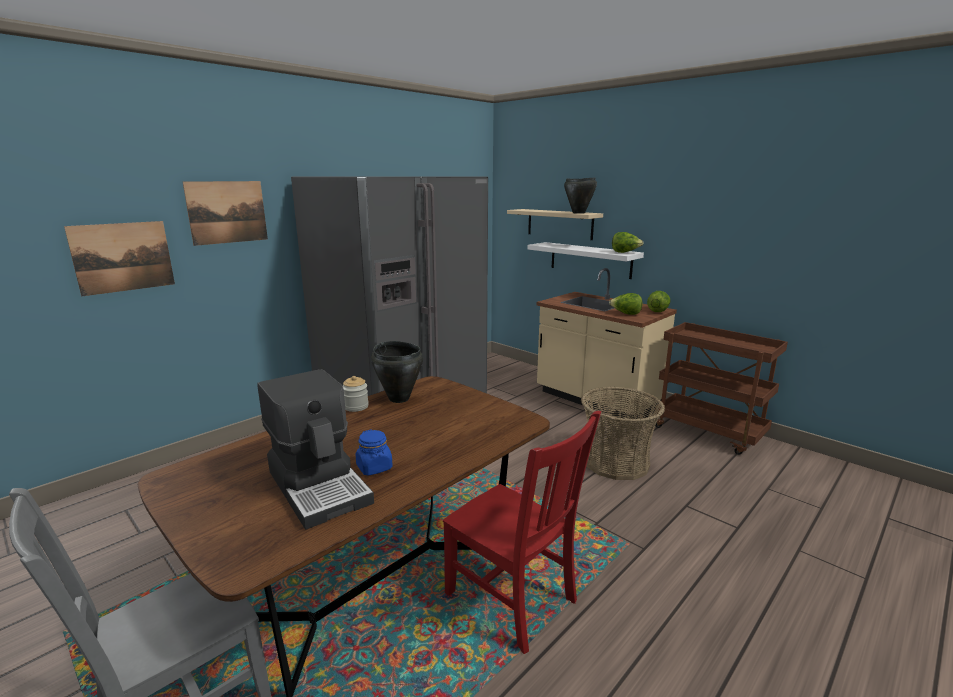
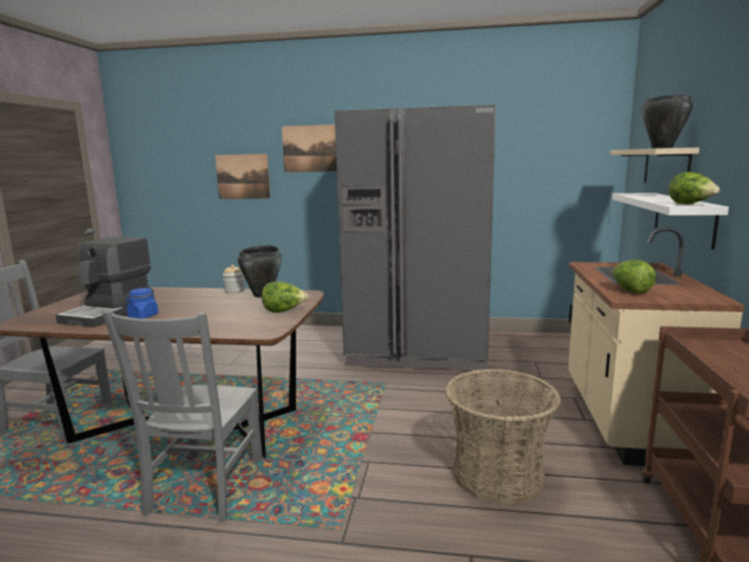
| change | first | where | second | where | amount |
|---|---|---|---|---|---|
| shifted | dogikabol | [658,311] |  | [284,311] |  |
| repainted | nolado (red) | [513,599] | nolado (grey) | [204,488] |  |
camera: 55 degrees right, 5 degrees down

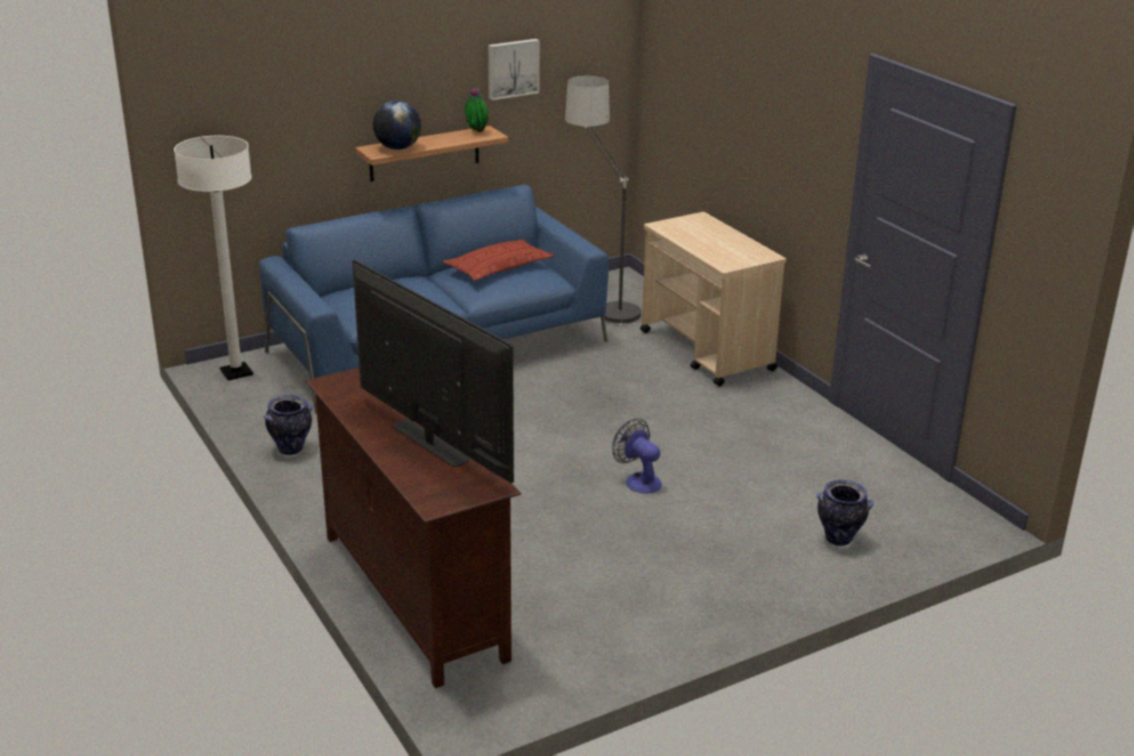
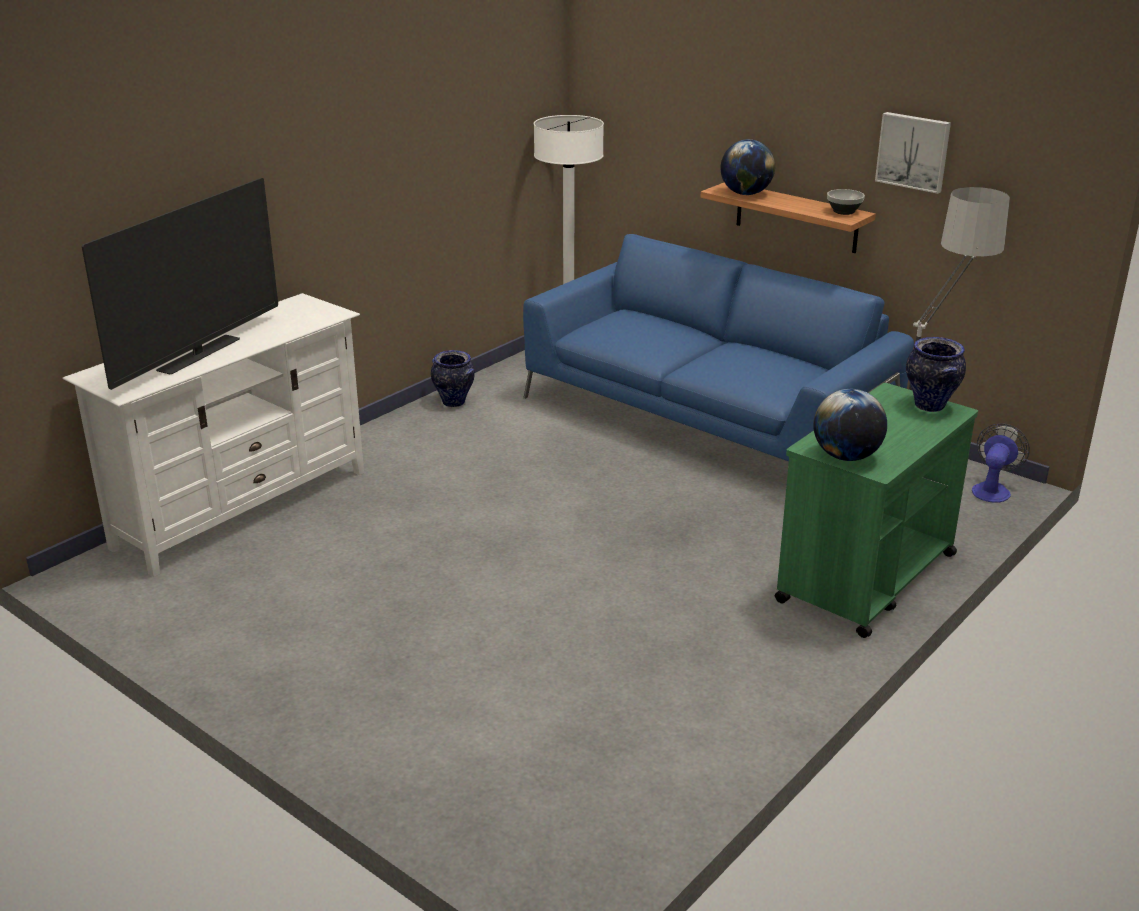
| change | first | where | second | where | amount |
|---|---|---|---|---|---|
| gone | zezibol | [499,267] |  |  |  |
| new |  |  | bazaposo | [846,456] |  |
| shifted | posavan | [638,480] |  | [992,489] |  |
| shifted | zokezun | [839,539] |  | [930,406] |  |
| swapped | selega | [476,132] | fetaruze | [843,211] |  |
| repainted | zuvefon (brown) | [412,596] | zuvefon (white) | [242,508] |  |
| repainted | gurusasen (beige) | [707,351] | gurusasen (green) | [865,578] |  |
camera: 70 degrees right, 0 degrees up

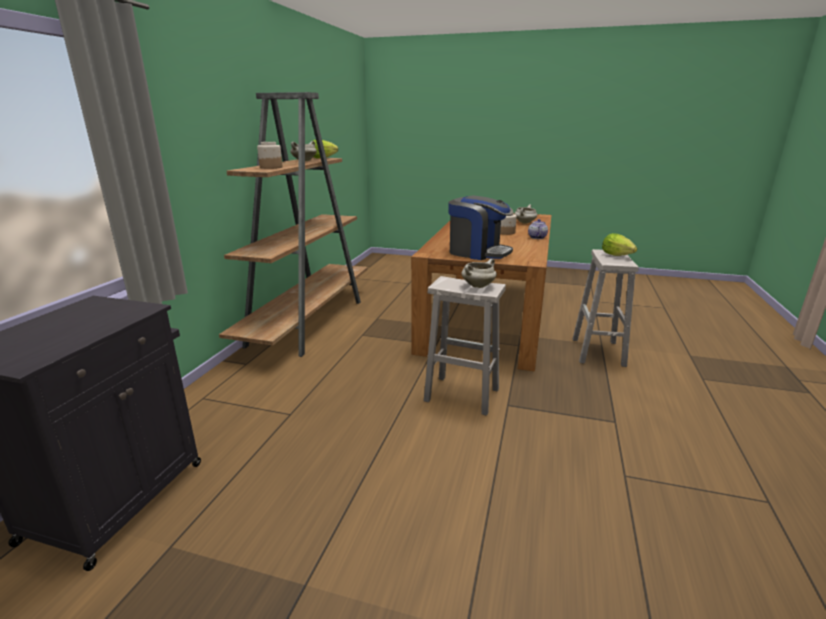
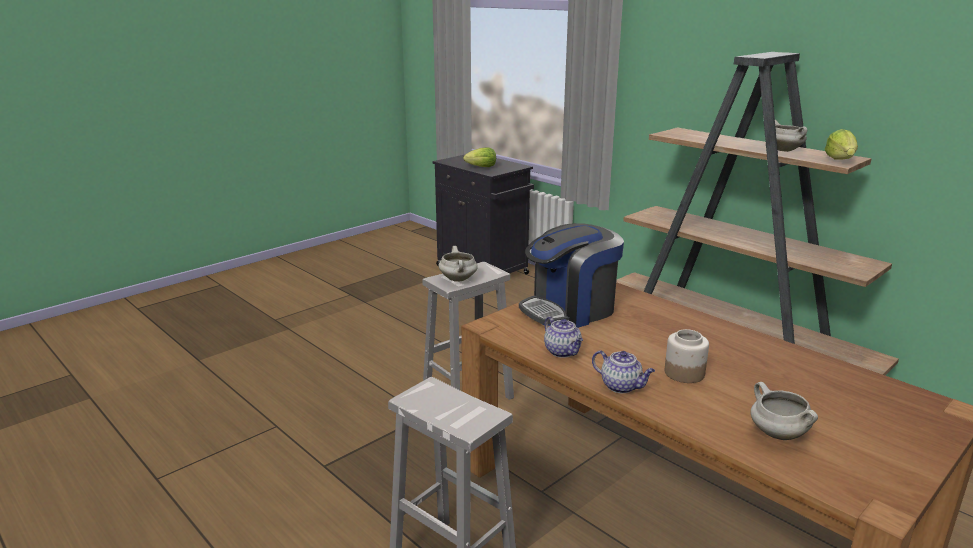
| change | first | where | second | where | amount |
|---|---|---|---|---|---|
| gone | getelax | [271,167] |  |  |  |
| new |  |  | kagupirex | [563,352] |  |
| shifted | dogikabol | [616,255] |  | [482,167] |  |
camera: 120 degrees right, 0 degrees up

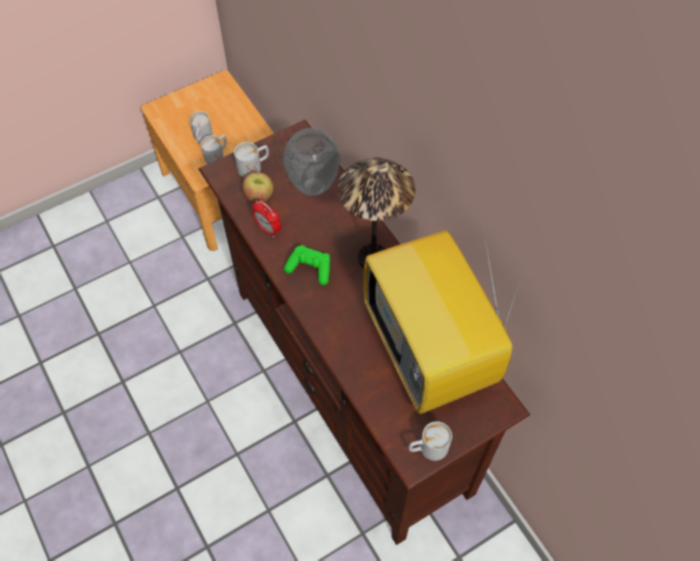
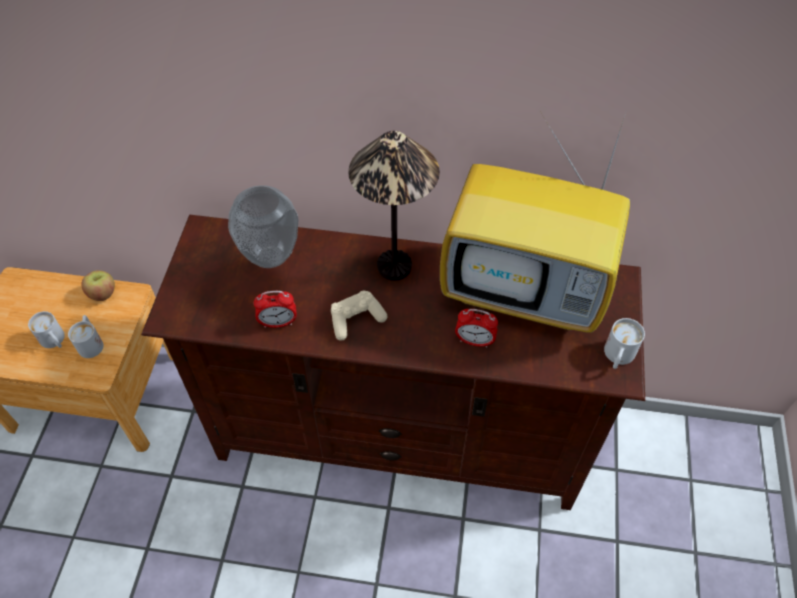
| change | first | where | second | where | amount |
|---|---|---|---|---|---|
| gone | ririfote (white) | [254,166] |  |  |  |
| new |  |  | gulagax | [474,341] |  |
| shifted | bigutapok | [259,196] |  | [103,294] |  |
| repainted | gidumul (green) | [310,268] | gidumul (beige) | [356,319] |  |
camera: 50 degrees left, 5 degrees down

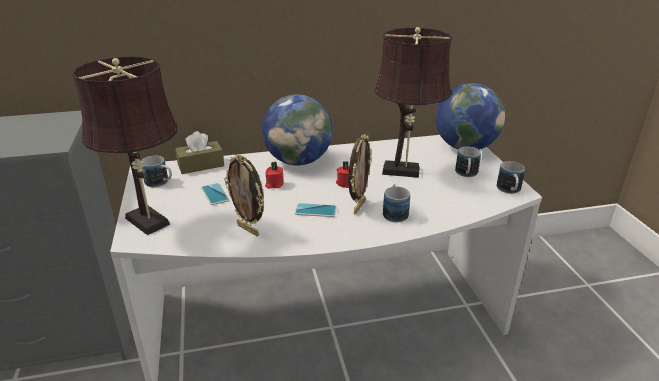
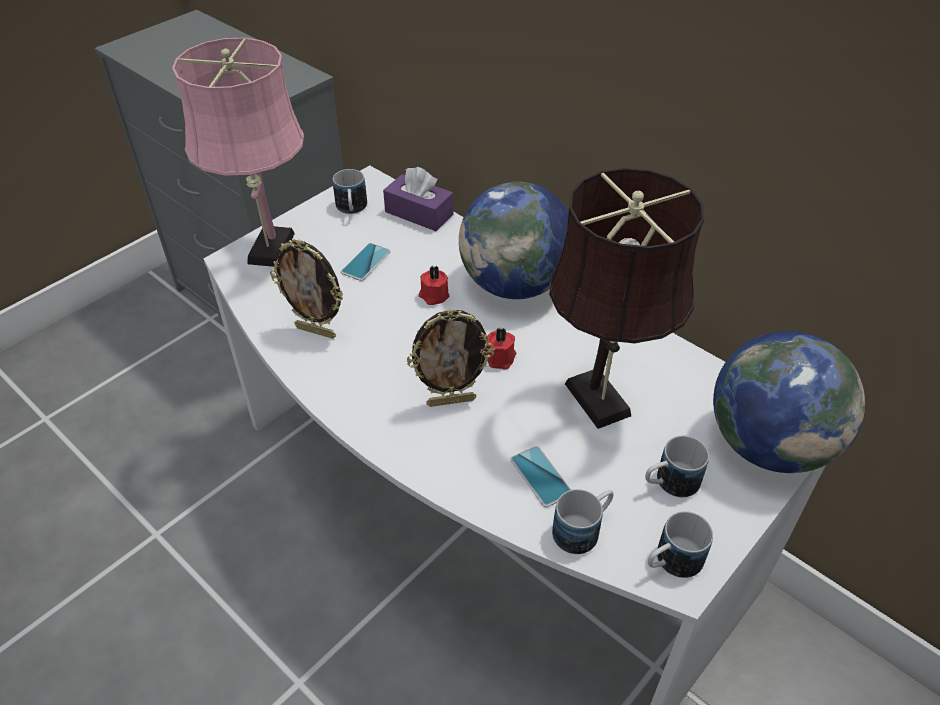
| change | first | where | second | where | amount |
|---|---|---|---|---|---|
| shifted | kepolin | [315,210] |  | [541,476] |  |
| shifted | ririfote | [394,212] |  | [583,529] |  |
| repainted | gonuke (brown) | [150,223] | gonuke (pink) | [269,252] |  |
| repainted | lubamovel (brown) | [201,165] | lubamovel (purple) | [419,213] |  |
| rotated | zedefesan | [249,229] |  | [316,331] | 75 degrees counterclockwise |
camera: 55 degrees right, 15 degrees up

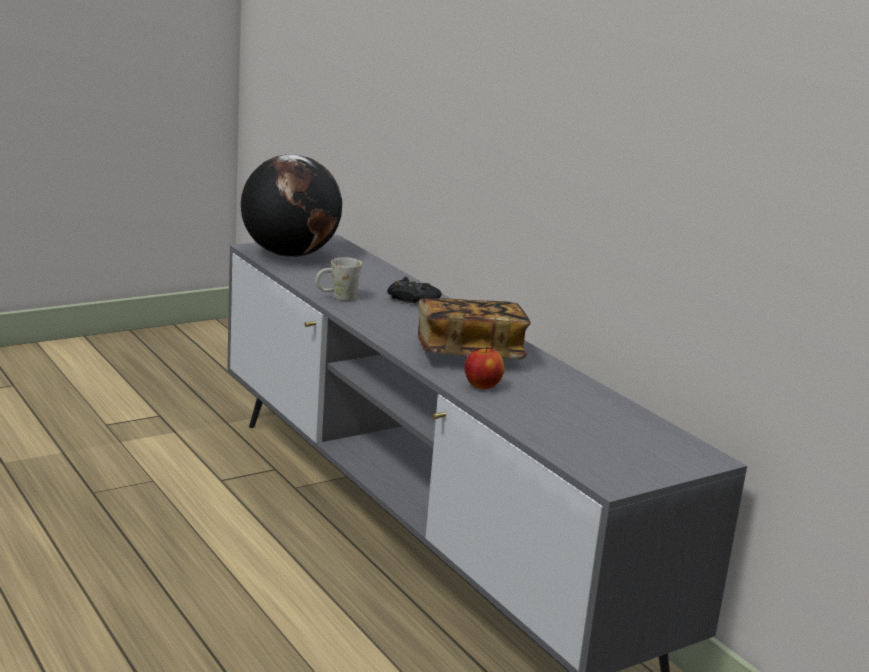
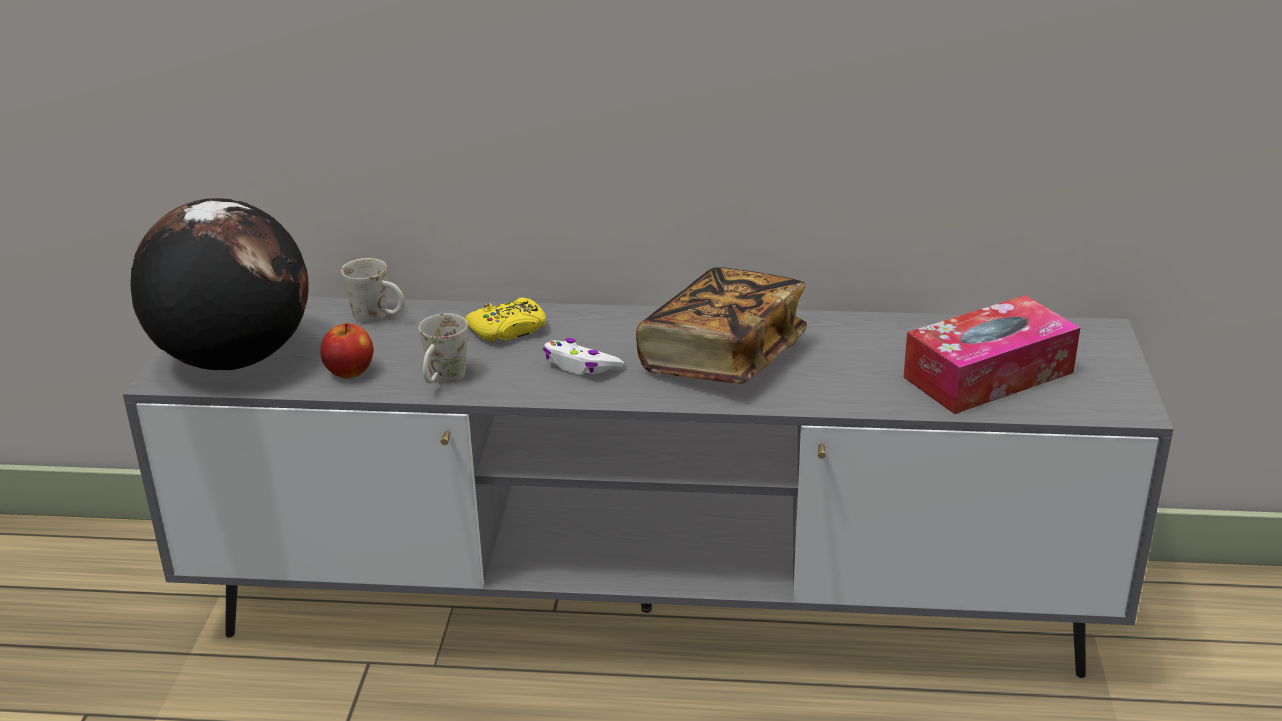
| change | first | where | second | where | amount |
|---|---|---|---|---|---|
| new |  |  | ririfote (white) | [379,317] |  |
| new |  |  | gidumul (white) | [580,366] |  |
| new |  |  | lubamovel | [988,375] |  |
| shifted | bigutapok | [482,386] |  | [349,372] |  |
| repainted | gidumul (black) | [412,299] | gidumul (yellow) | [508,330] |  |
camera: 50 degrees left, 10 degrees up

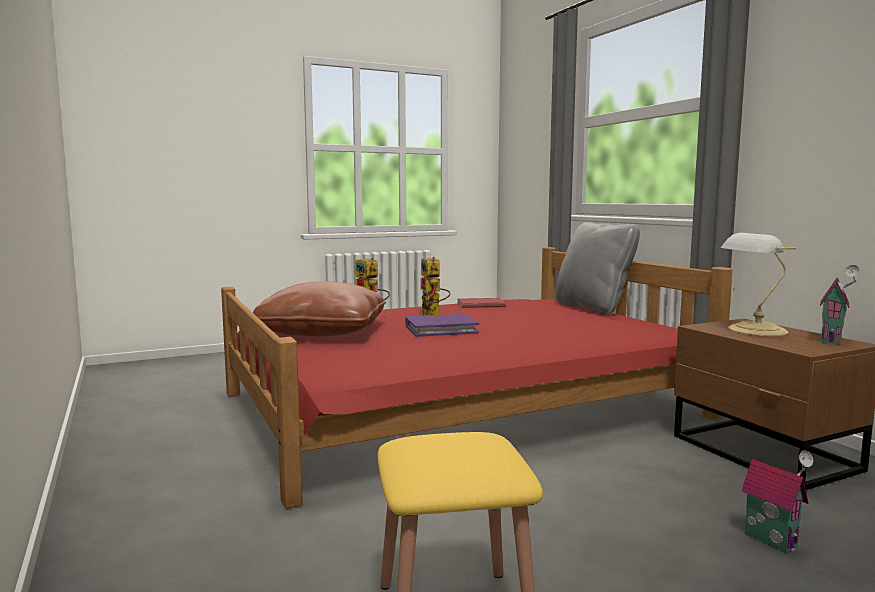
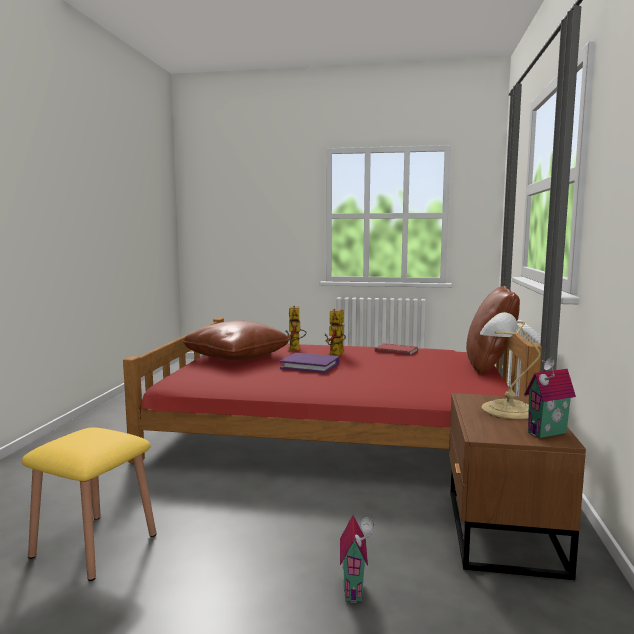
| change | first | where | second | where | amount |
|---|---|---|---|---|---|
| repainted | zezibol (grey) | [593,308] | zezibol (brown) | [490,366] |  |
camera: 35 degrees right, 0 degrees up

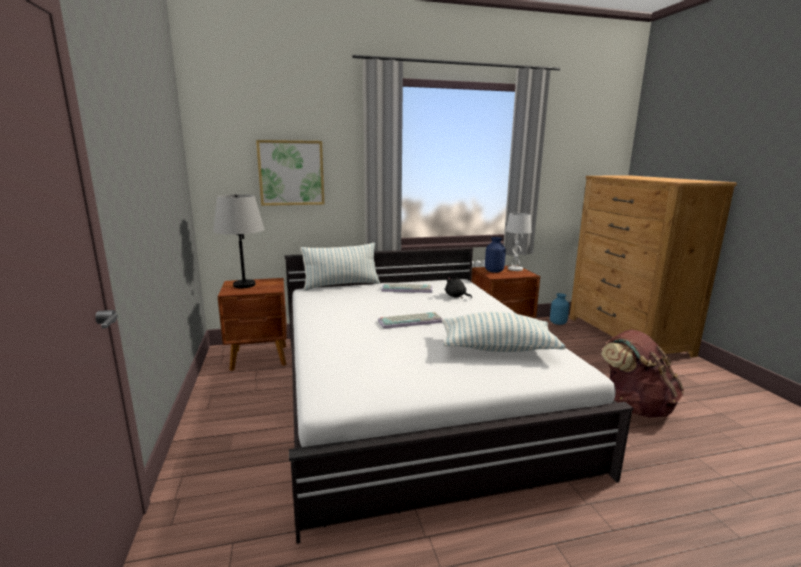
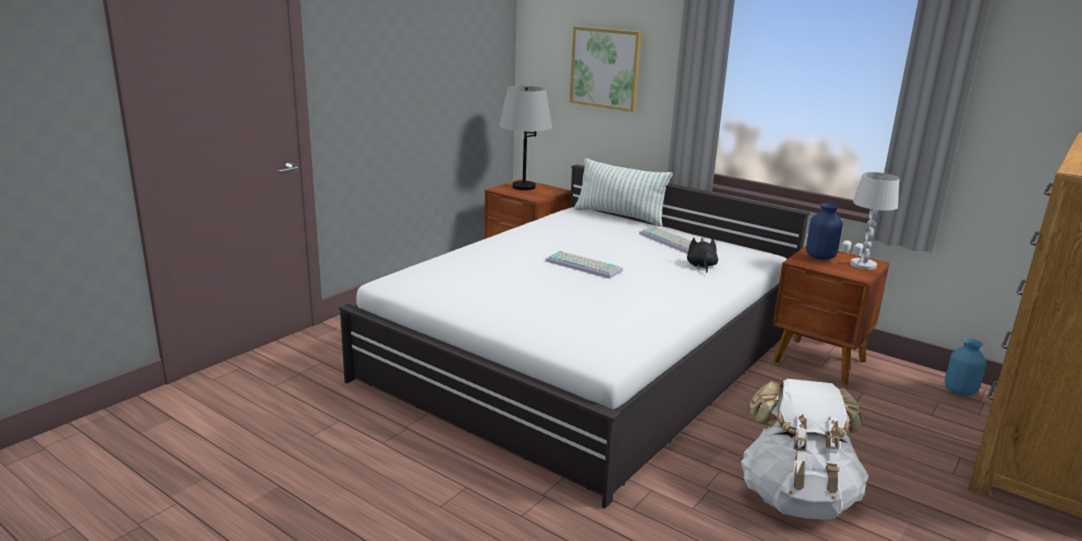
| change | first | where | second | where | amount |
|---|---|---|---|---|---|
| gone | zezibol | [497,348] |  |  |  |
| repainted | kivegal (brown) | [635,407] | kivegal (white) | [796,497] |  |
camera: 50 degrees right, 5 degrees up

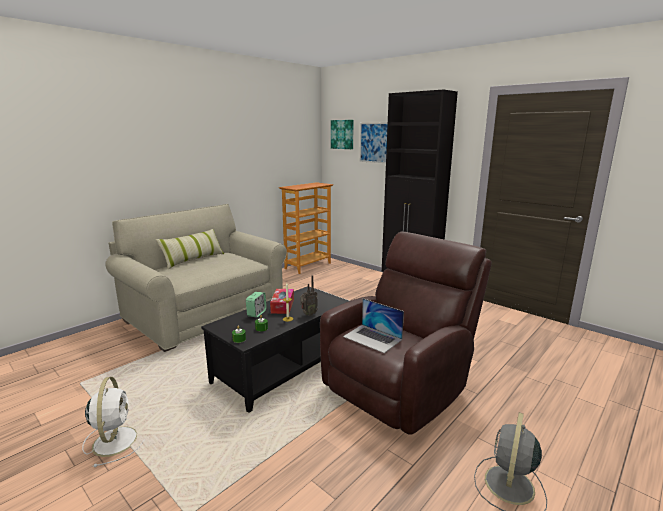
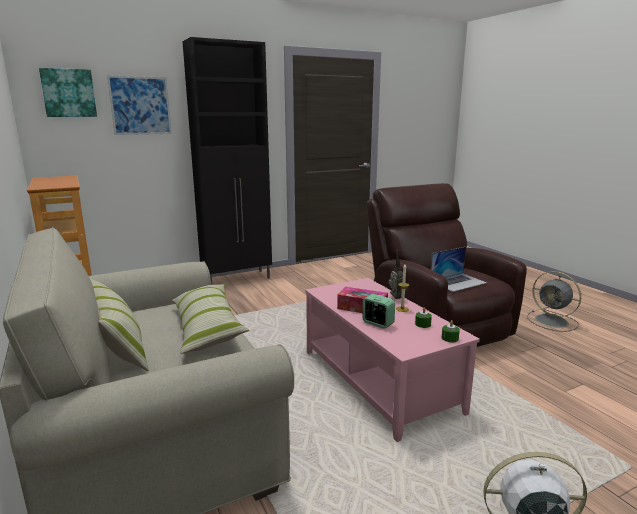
| change | first | where | second | where | amount |
|---|---|---|---|---|---|
| new |  |  | zezibol | [207,328] |  |
| repainted | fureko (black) | [282,366] | fureko (pink) | [377,381] |  |
camera: 70 degrees left, 0 degrees up

